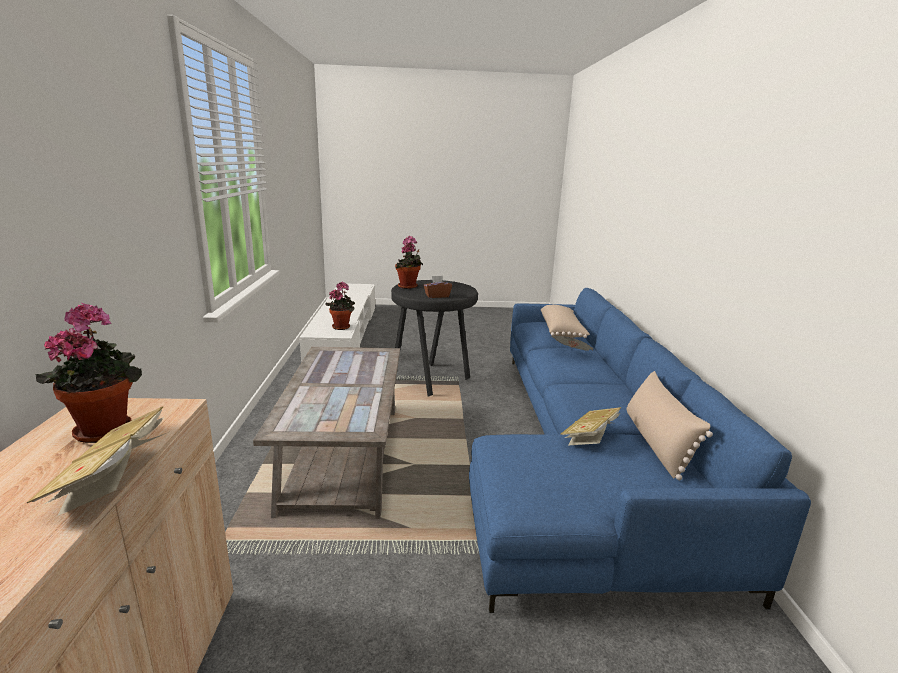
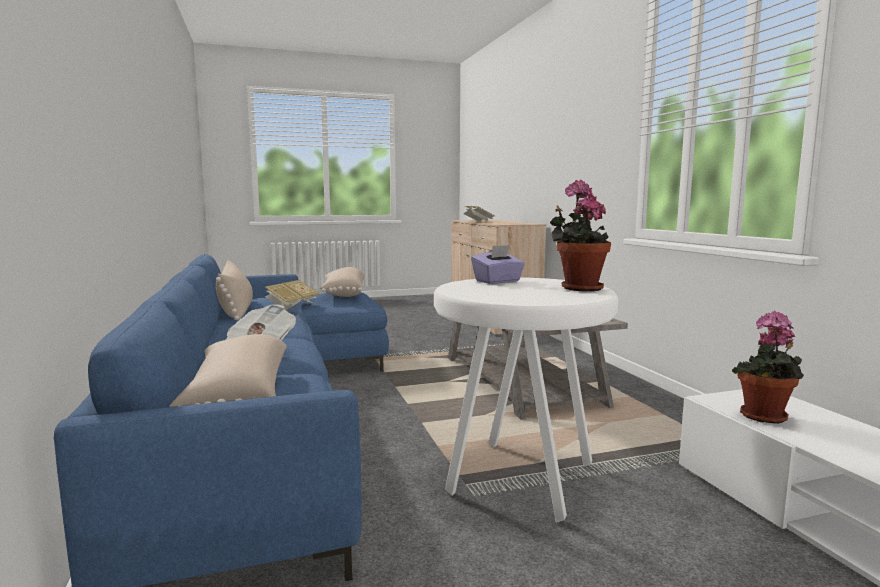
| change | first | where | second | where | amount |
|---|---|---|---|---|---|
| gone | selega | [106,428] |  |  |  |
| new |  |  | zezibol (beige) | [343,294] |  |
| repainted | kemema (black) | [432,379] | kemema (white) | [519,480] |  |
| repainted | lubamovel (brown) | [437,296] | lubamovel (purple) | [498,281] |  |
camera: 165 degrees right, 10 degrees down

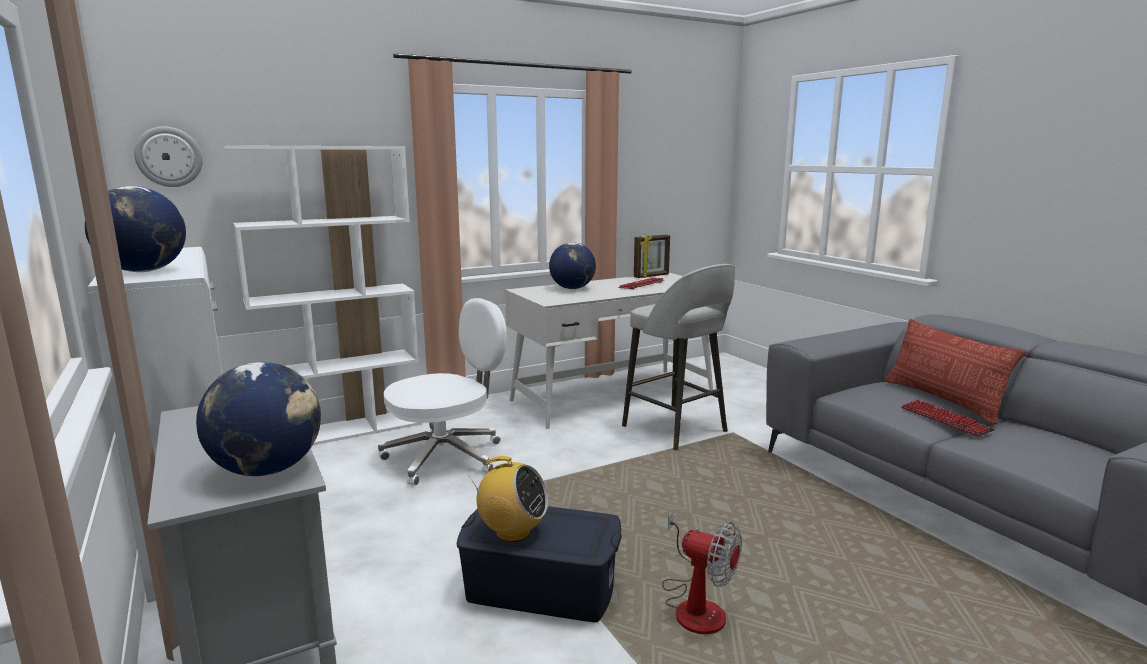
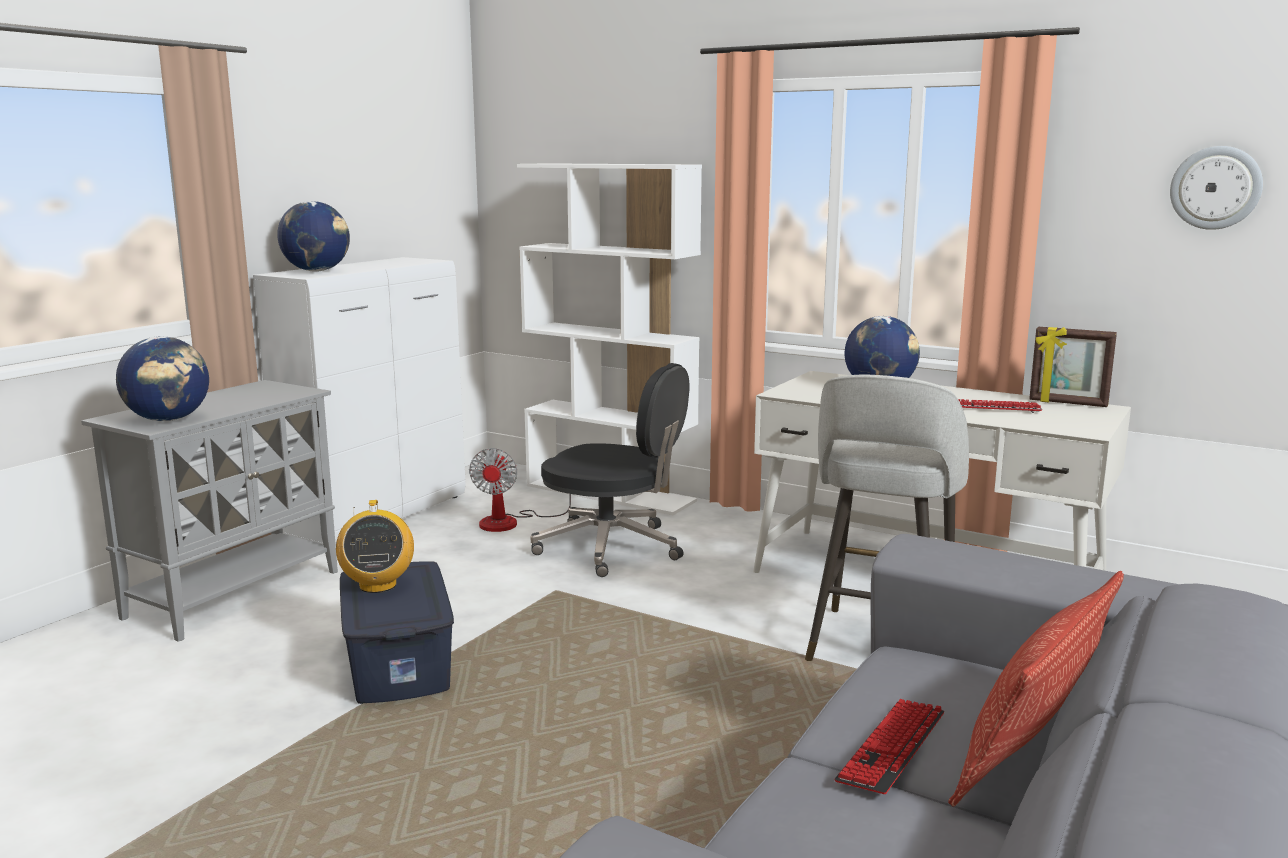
| change | first | where | second | where | amount |
|---|---|---|---|---|---|
| shifted | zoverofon | [169,157] |  | [1215,188] |  |
| shifted | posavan | [695,605] |  | [511,522] |  |
| repainted | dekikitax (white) | [446,456] | dekikitax (black) | [612,548] |  |
camera: 60 degrees right, 0 degrees up

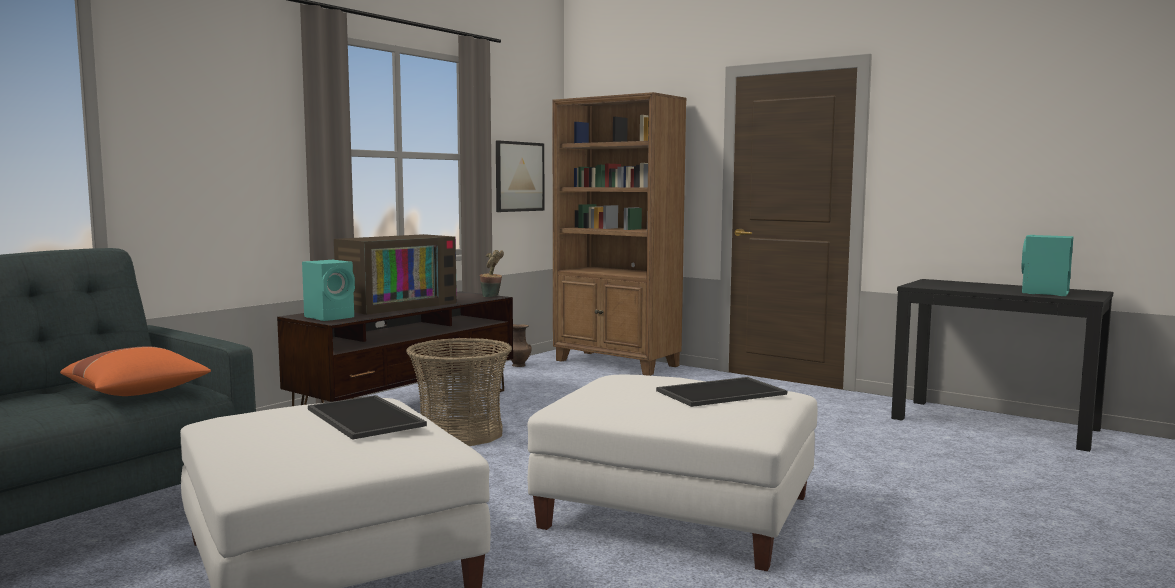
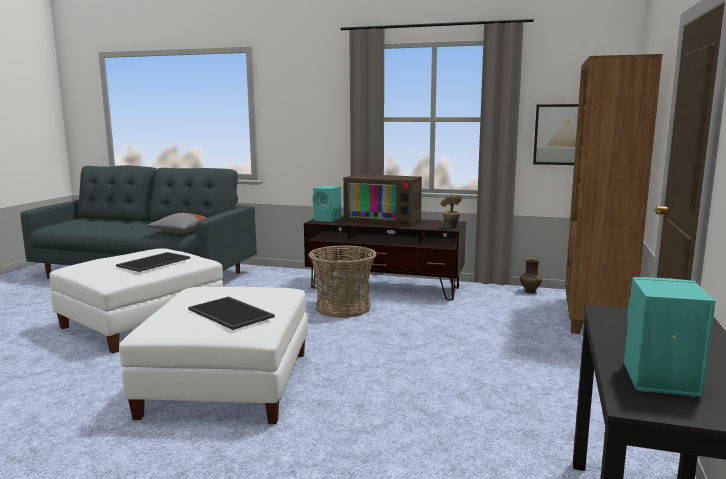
| change | first | where | second | where | amount |
|---|---|---|---|---|---|
| repainted | zezibol (orange) | [138,393] | zezibol (grey) | [181,232] |  |
camera: 70 degrees right, 5 degrees up

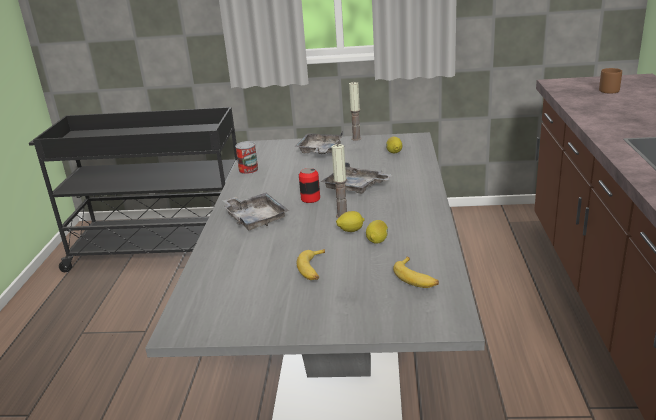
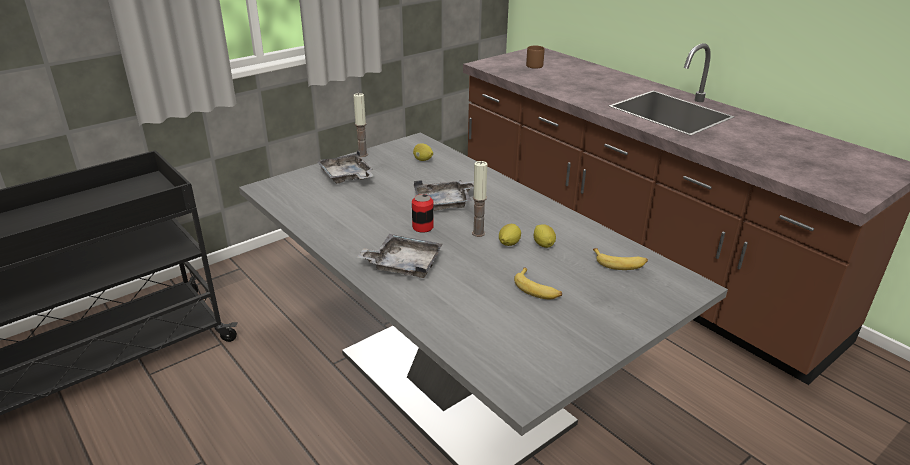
| change | first | where | second | where | amount |
|---|---|---|---|---|---|
| gone | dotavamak | [248,170] |  |  |  |
camera: 45 degrees left, 5 degrees up

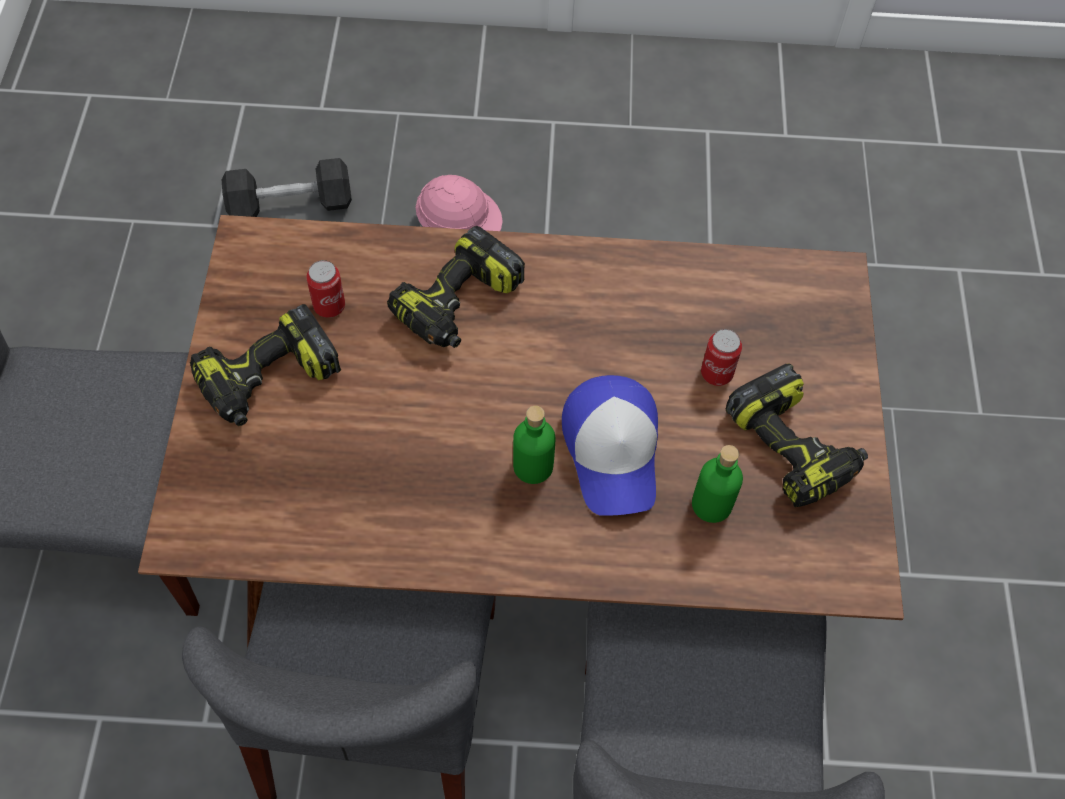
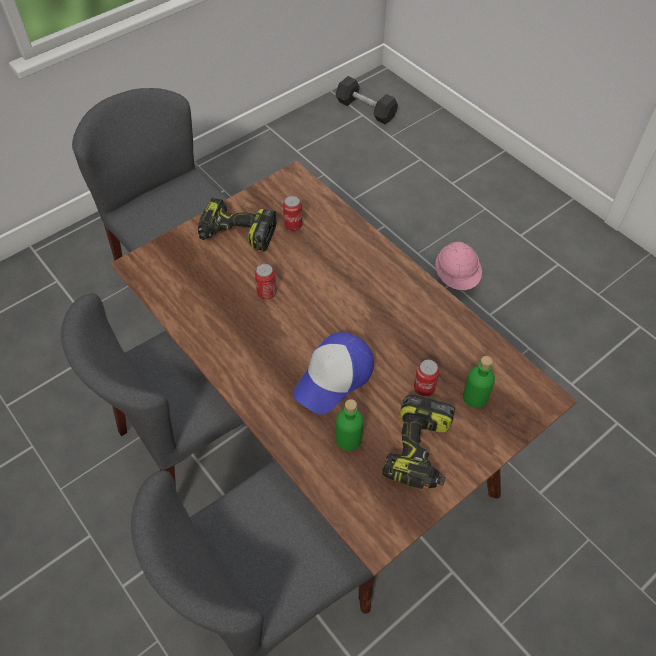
| change | first | where | second | where | amount |
|---|---|---|---|---|---|
| gone | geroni | [458,304] |  |  |  |
| new |  |  | dotavamak | [266,293] |  |
| shifted | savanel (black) | [290,204] |  | [366,109] |  |
| shifted | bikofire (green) | [533,466] |  | [475,397] |  |
camera: 50 degrees right, 5 degrees down

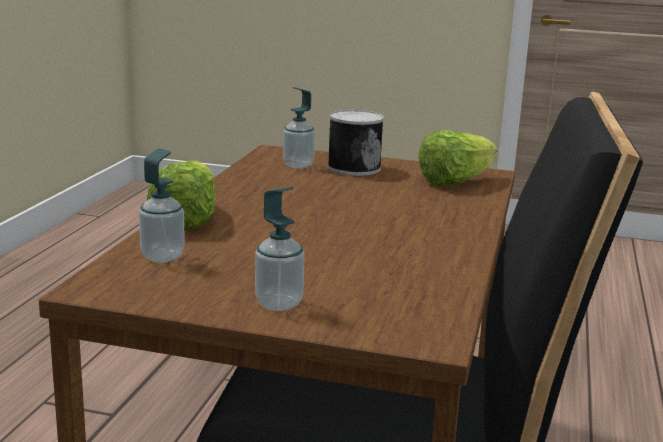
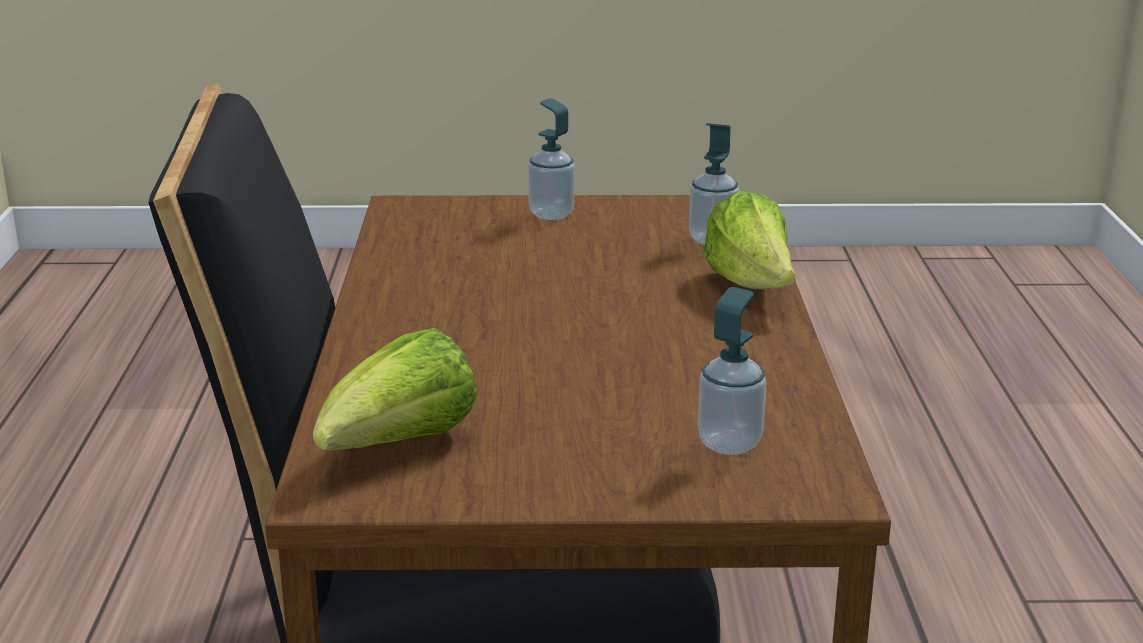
| change | first | where | second | where | amount |
|---|---|---|---|---|---|
| gone | dotavamak | [353,167] |  |  |  |
camera: 165 degrees right, 5 degrees up

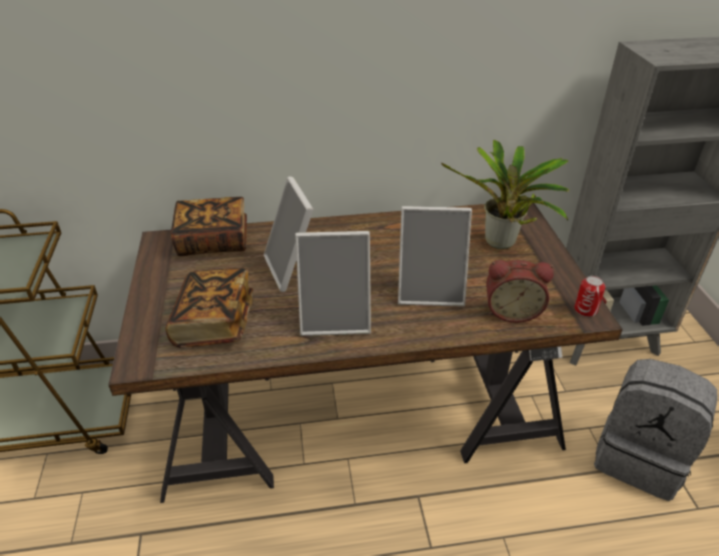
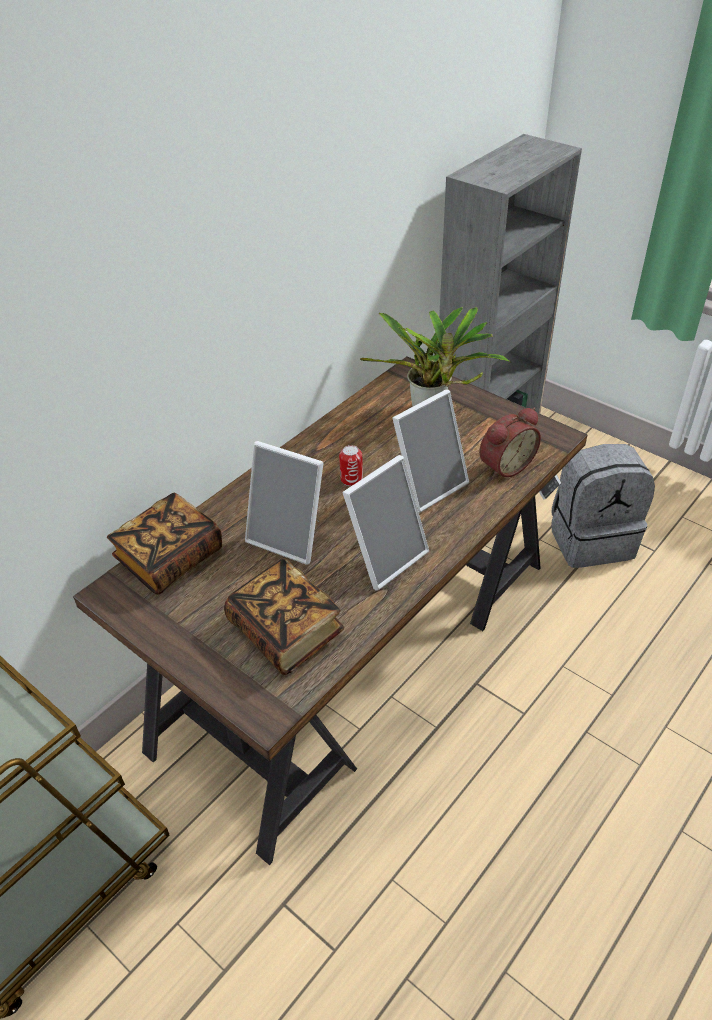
| change | first | where | second | where | amount |
|---|---|---|---|---|---|
| shifted | dotavamak | [585,310] |  | [351,479] |  |
camera: 40 degrees left, 5 degrees up

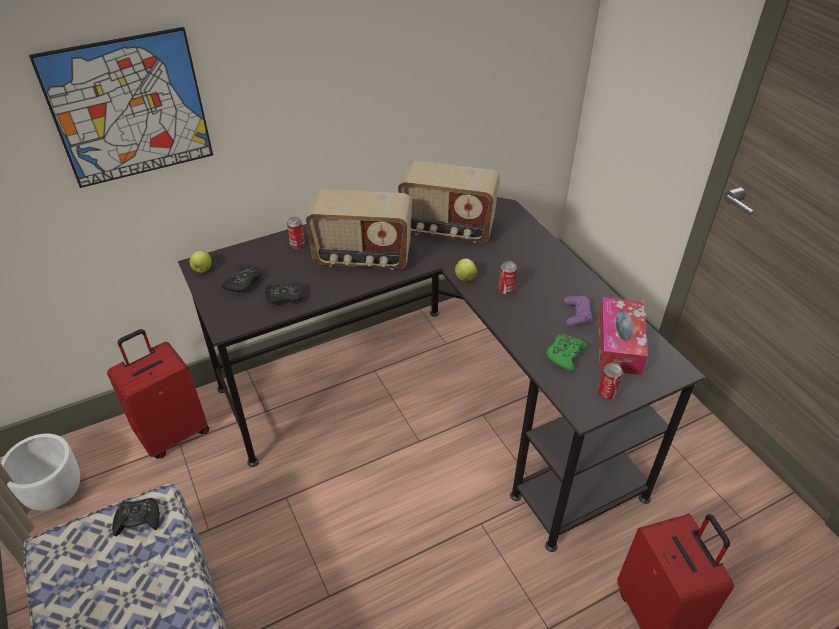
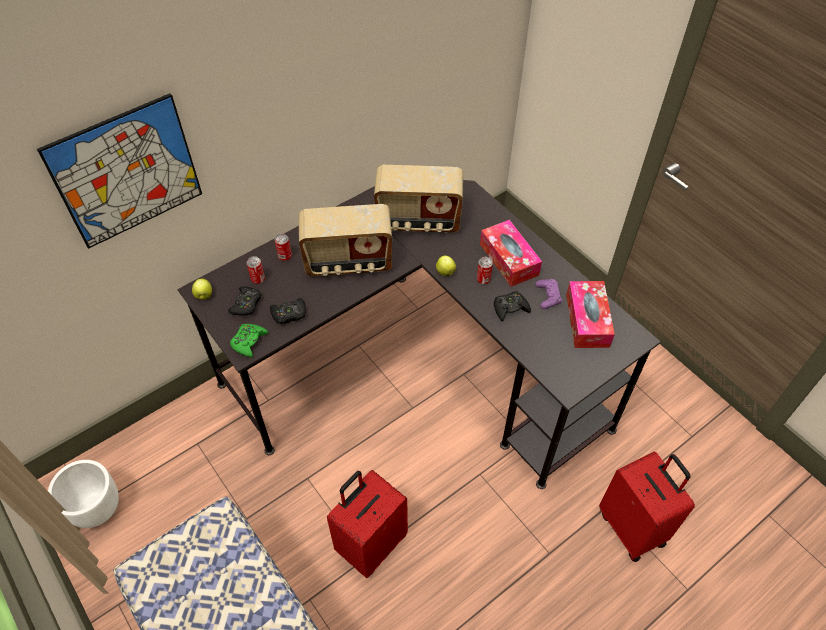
| change | first | where | second | where | amount |
|---|---|---|---|---|---|
| new |  |  | lubamovel | [509,259] |  |
| shifted | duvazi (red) | [173,433] |  | [371,543] |  |
| shifted | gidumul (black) | [138,520] |  | [510,308] |  |
| shifted | gidumul (green) | [565,355] |  | [249,342] |  |
| shifted | dotavamak | [606,393] |  | [258,279] |  |
camera: 10 degrees left, 10 degrees up

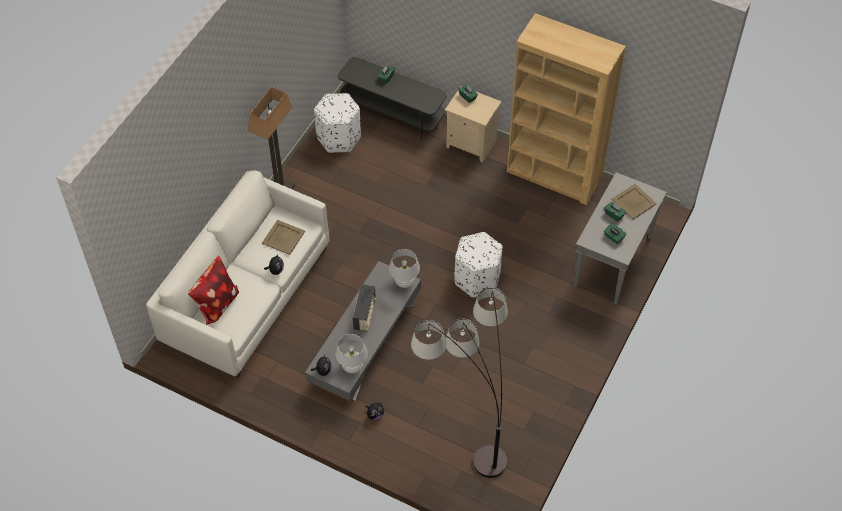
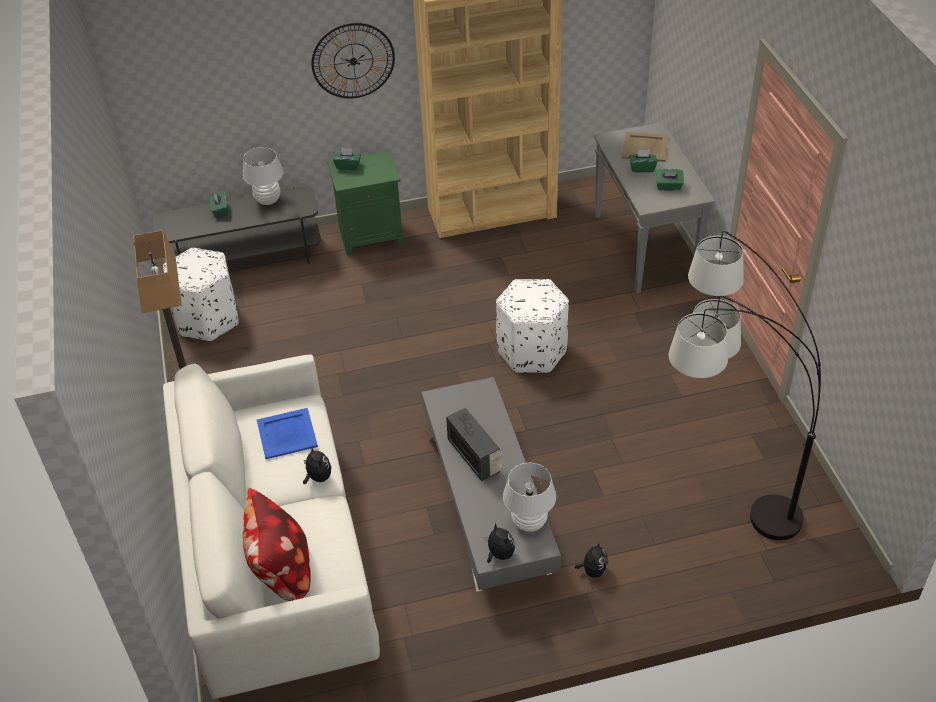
| change | first | where | second | where | amount |
|---|---|---|---|---|---|
| new |  |  | zoverofon | [353,61] |  |
| shifted | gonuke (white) | [404,282] |  | [268,200] |  |
| repainted | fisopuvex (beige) | [283,237] | fisopuvex (blue) | [286,434] |  |
| repainted | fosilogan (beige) | [472,143] | fosilogan (green) | [371,235] |  |
camera: 40 degrees left, 10 degrees down

